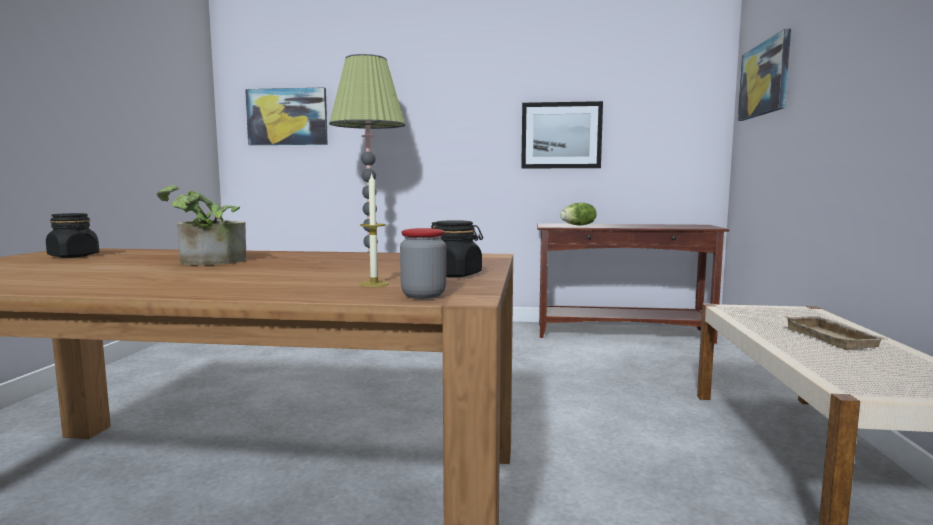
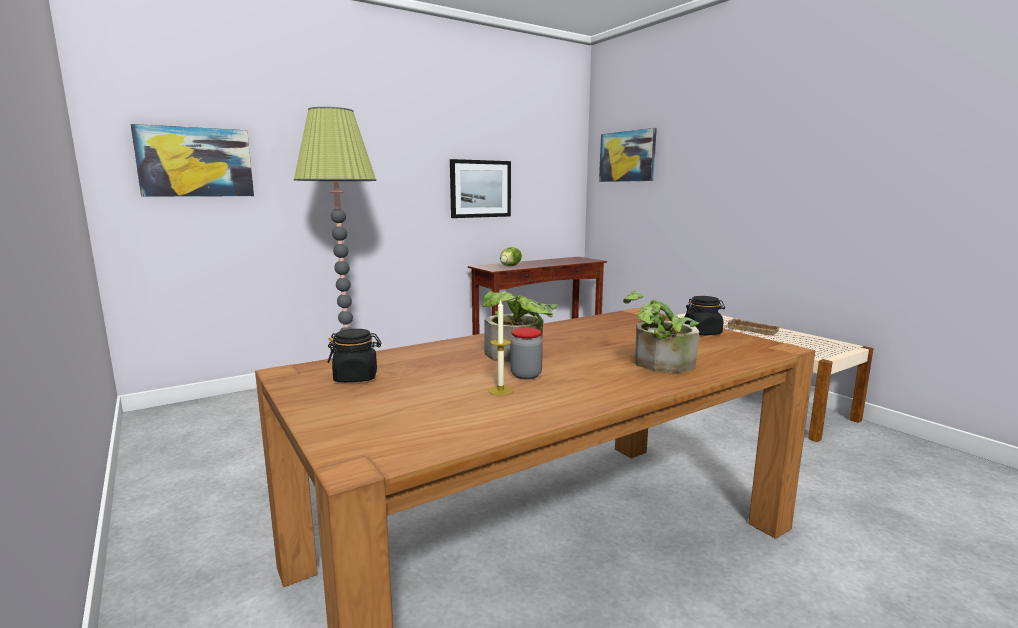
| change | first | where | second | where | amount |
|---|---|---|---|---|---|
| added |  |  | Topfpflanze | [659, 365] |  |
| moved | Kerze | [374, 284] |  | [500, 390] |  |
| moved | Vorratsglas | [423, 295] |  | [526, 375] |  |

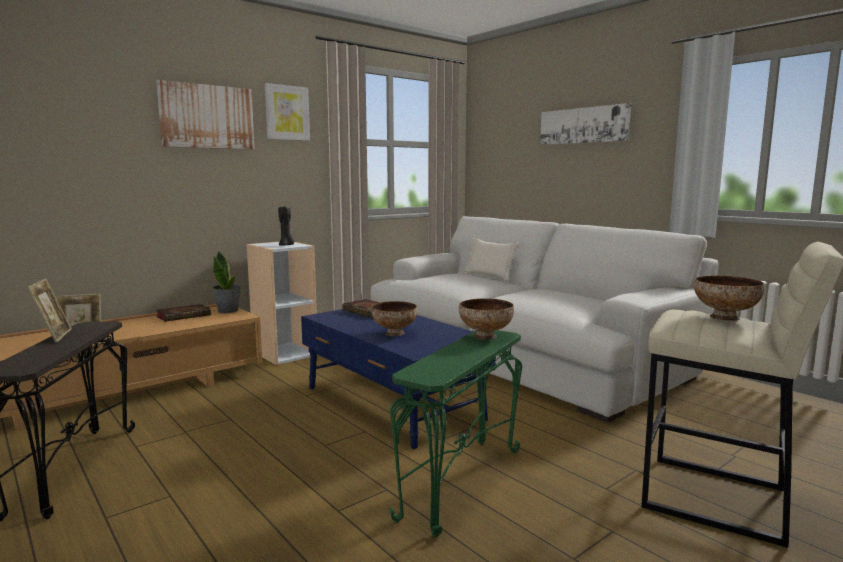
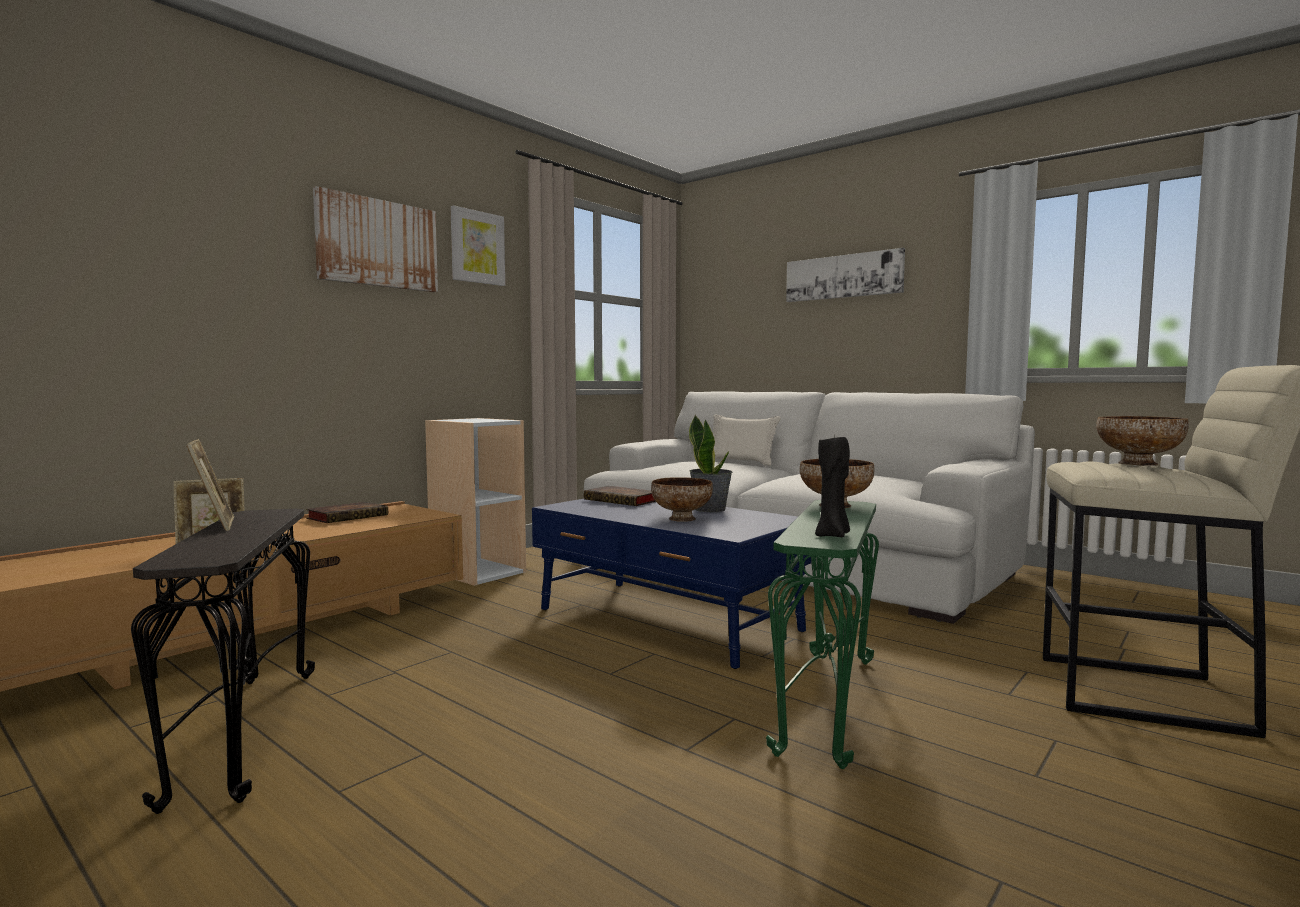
| change | first | where | second | where | amount |
|---|---|---|---|---|---|
| moved | Topfpflanze | [228, 310] |  | [710, 509] |  |
| moved | Kerze (schwarz) | [286, 245] |  | [833, 535] |  |

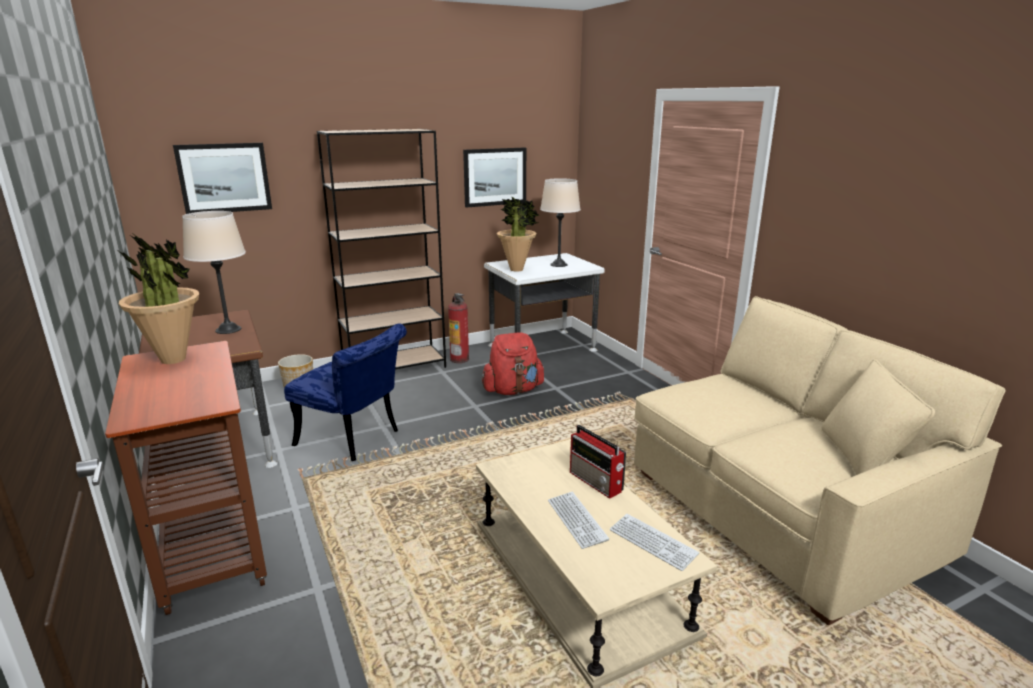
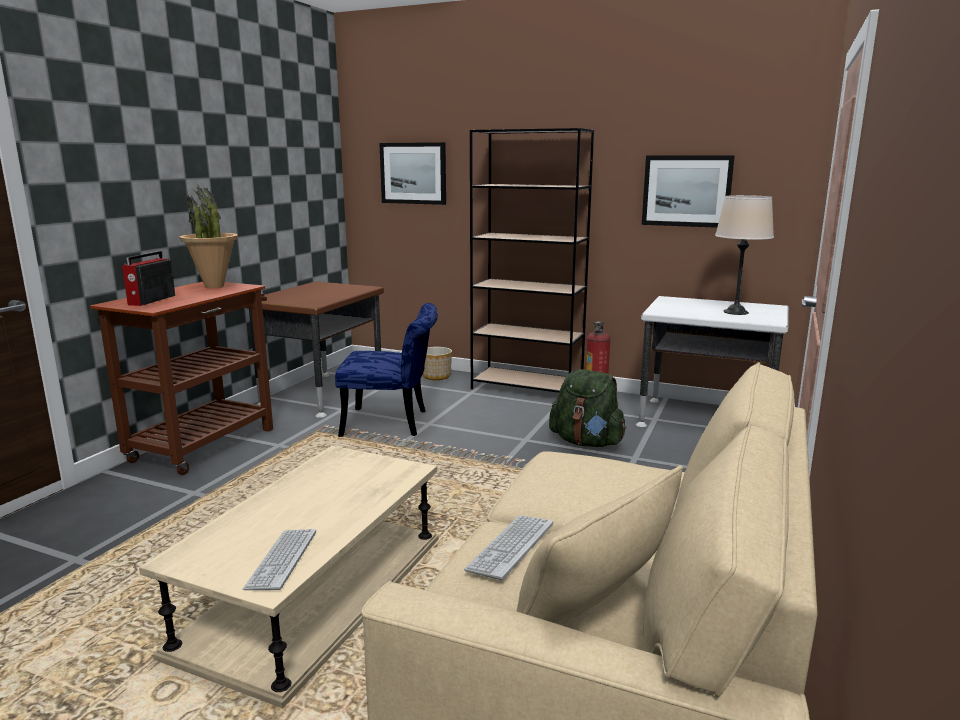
| change | first | where | second | where | amount |
|---|---|---|---|---|---|
| removed | Tischlampe (beige) | [228, 329] |  |  |  |
| removed | Topfpflanze | [516, 269] |  |  |  |
| moved | Tastatur | [576, 520] |  | [510, 547] |  |
| moved | Radio | [596, 482] |  | [151, 300] |  |
| recoloured | Rucksack (rot) | [513, 390] | Rucksack (grün) | [587, 442] |  |
| turned | Stuhl (blau) | [355, 439] |  | [393, 423] | 75 degrees counterclockwise |

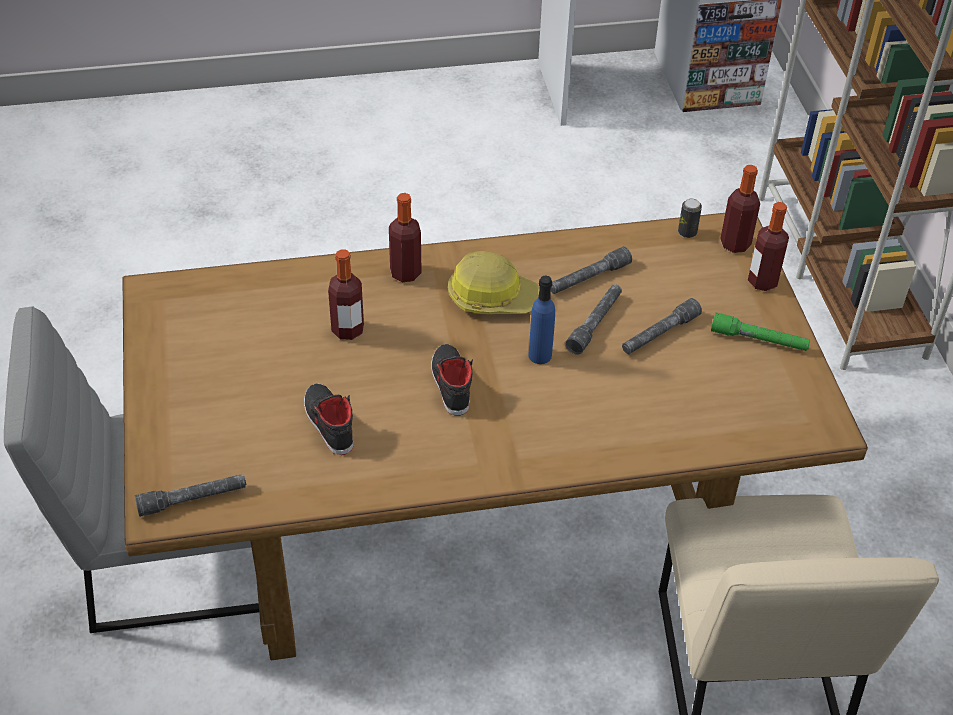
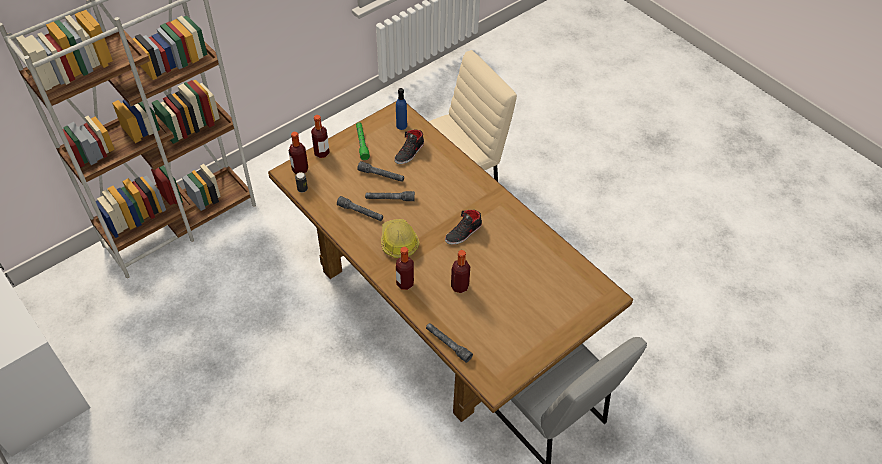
| change | first | where | second | where | amount |
|---|---|---|---|---|---|
| moved | Taschenlampe (grau) | [193, 499] |  | [448, 344] |  |
| moved | Schuh (schwarz) | [328, 423] |  | [409, 153] |  |
| moved | Flasche (blau) | [540, 355] |  | [401, 126] |  |

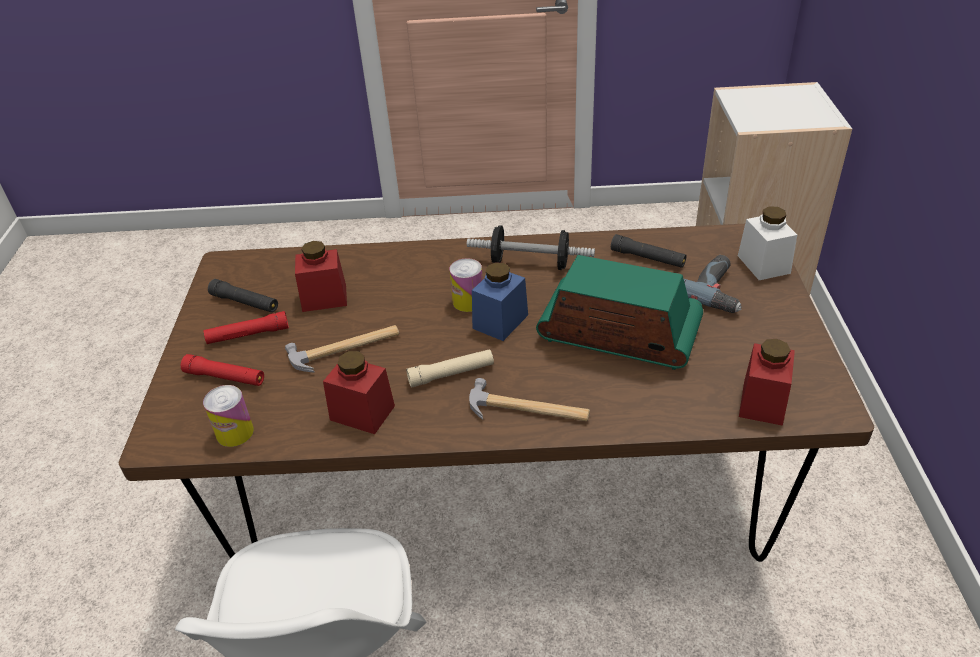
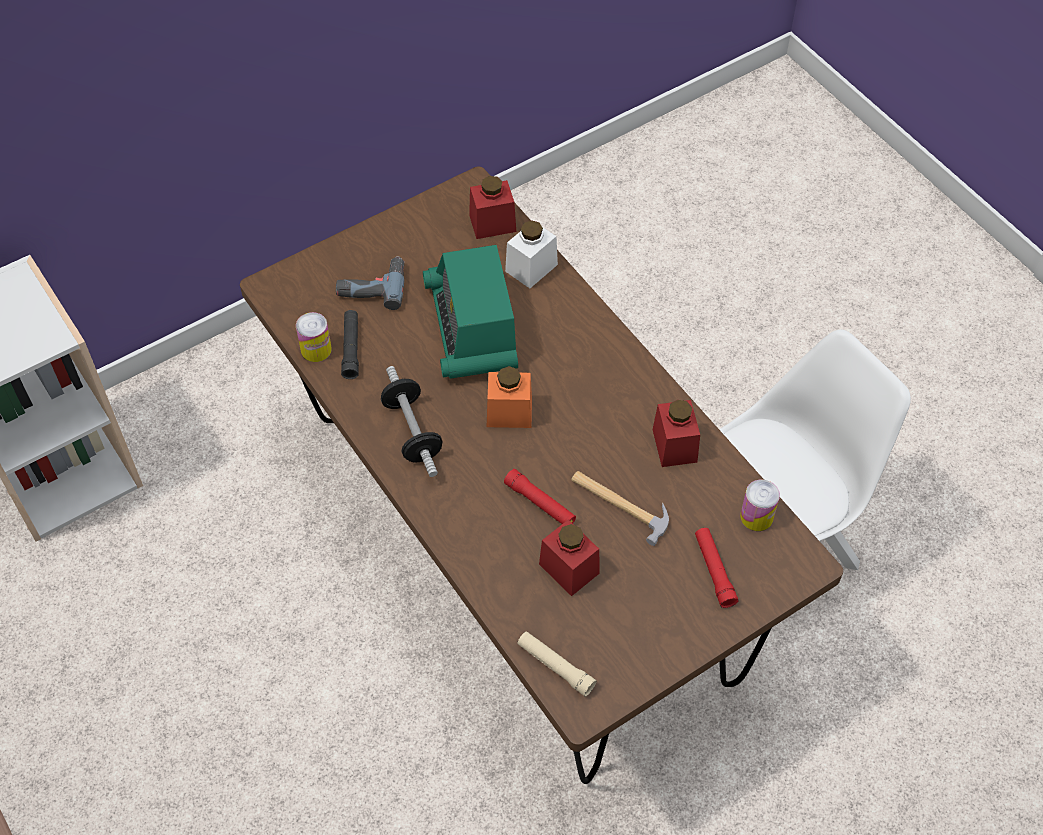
| change | first | where | second | where | amount |
|---|---|---|---|---|---|
| removed | Taschenlampe (schwarz) | [245, 303] |  |  |  |
| removed | Hammer | [527, 410] |  |  |  |
| moved | Taschenlampe (rot) | [248, 335] |  | [540, 503] |  |
| moved | Taschenlampe (beige) | [451, 374] |  | [555, 666] |  |
| moved | Dose | [468, 301] |  | [316, 349] |  |
| moved | Vorratsglas (weiß) | [763, 264] |  | [531, 268] |  |
| recoloured | Vorratsglas (blau) | [500, 321] | Vorratsglas (orange) | [509, 412] |  |

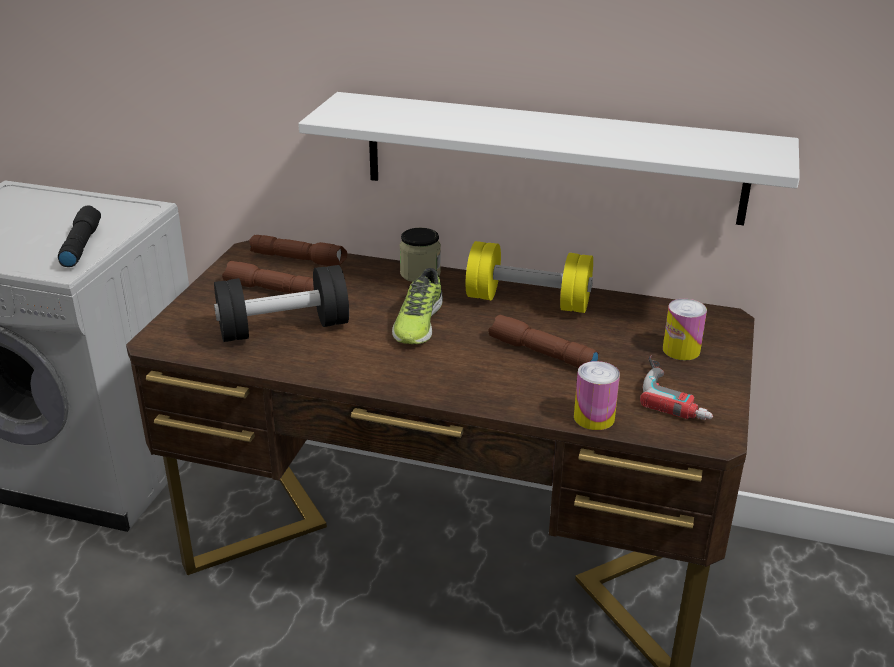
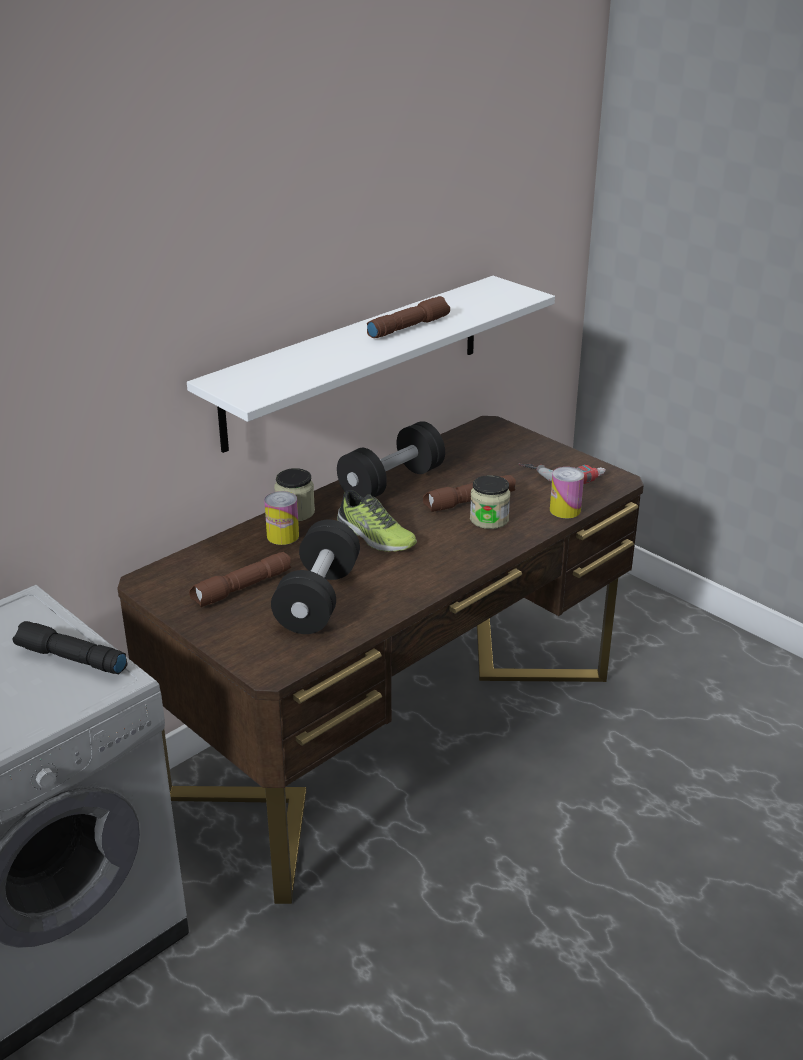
| change | first | where | second | where | amount |
|---|---|---|---|---|---|
| added |  |  | Vorratsglas | [489, 519] |  |
| moved | Taschenlampe (braun) | [299, 259] |  | [408, 327] |  |
| moved | Dose | [681, 350] |  | [283, 536] |  |
| recoloured | Hantel (gelb) | [528, 301] | Hantel (schwarz) | [391, 483] |  |

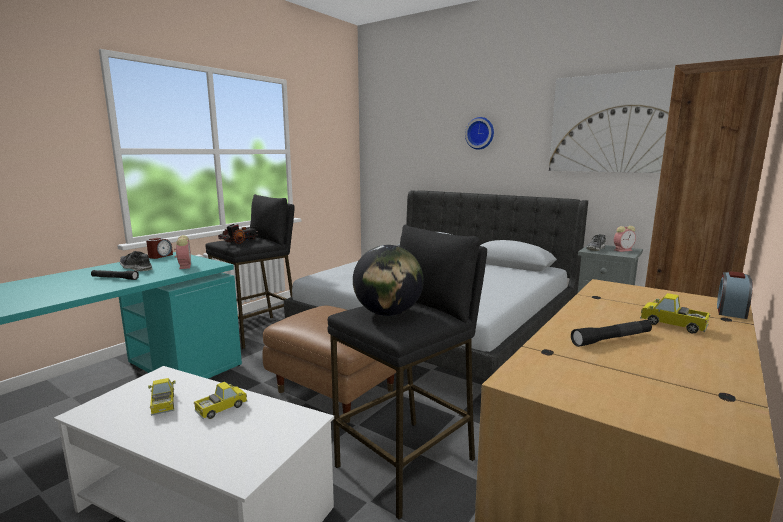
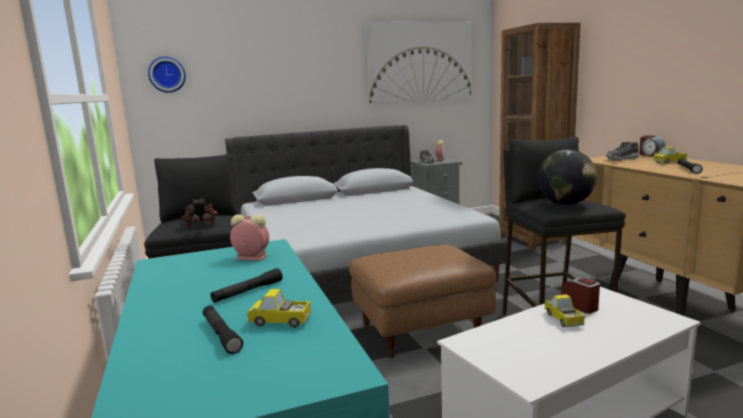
| change | first | where | second | where | amount |
|---|---|---|---|---|---|
| added |  |  | Taschenlampe (schwarz) | [221, 335] |  |
| moved | Schuh | [136, 268] |  | [622, 159] |  |
| moved | Wecker | [160, 256] |  | [580, 306] |  |
| moved | Spielzeuglaster | [163, 404] |  | [280, 321] |  |
| moved | Wanduhr | [480, 133] |  | [167, 74] |  |

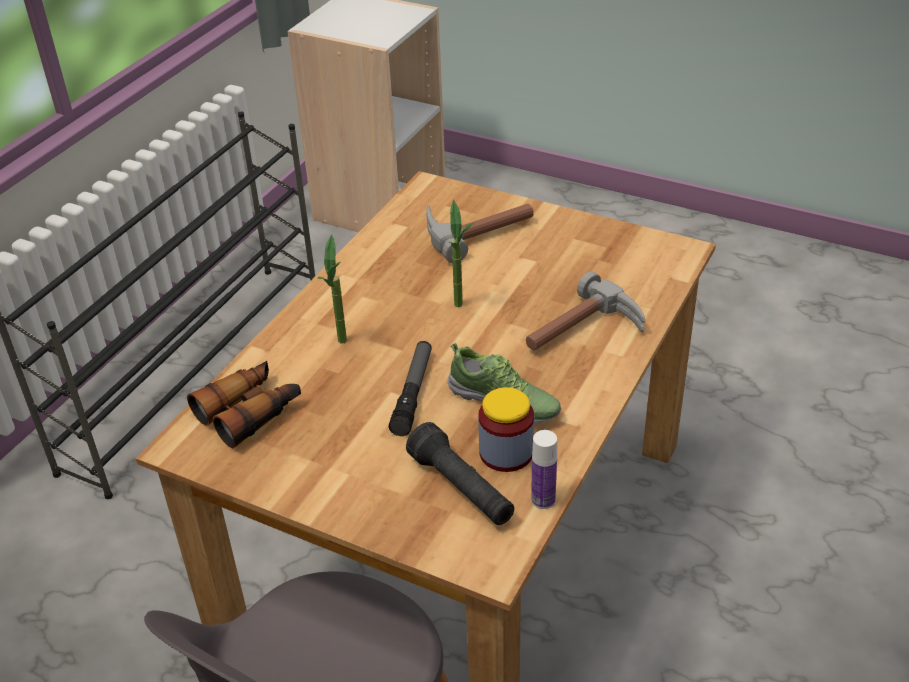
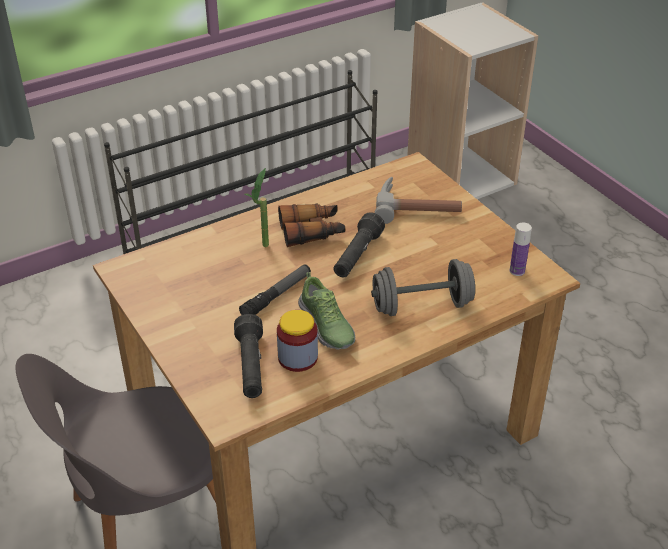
| change | first | where | second | where | amount |
|---|---|---|---|---|---|
| moved | Fernglas | [250, 411] |  | [312, 232] |  |
| moved | Flasche | [543, 500] |  | [517, 271] |  |
| replaced | Topfpflanze | [462, 309] | Taschenlampe (schwarz) | [357, 256] |  |
| replaced | Hammer | [584, 333] | Hantel (grau) | [422, 305] |  |

